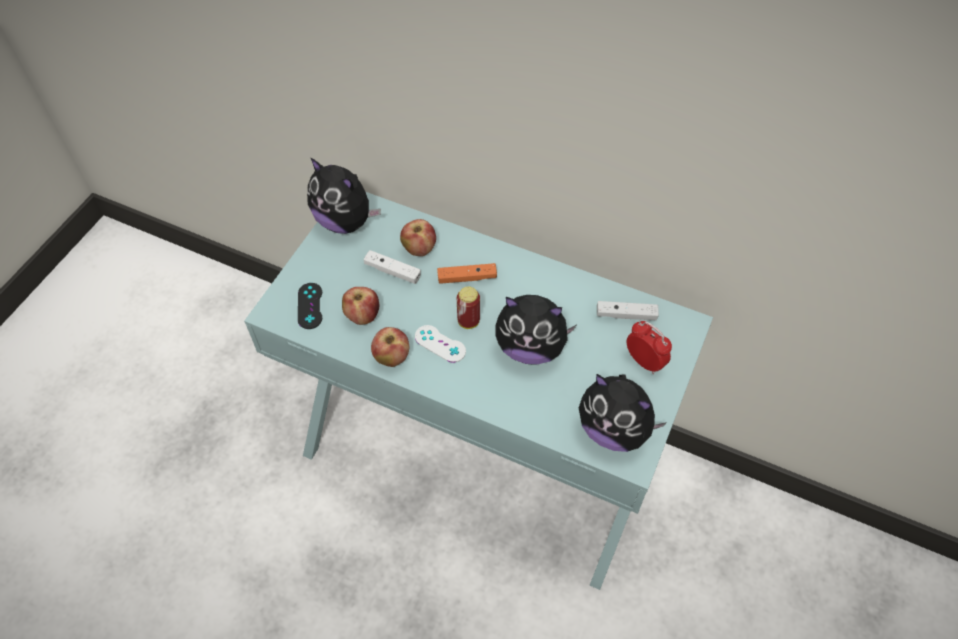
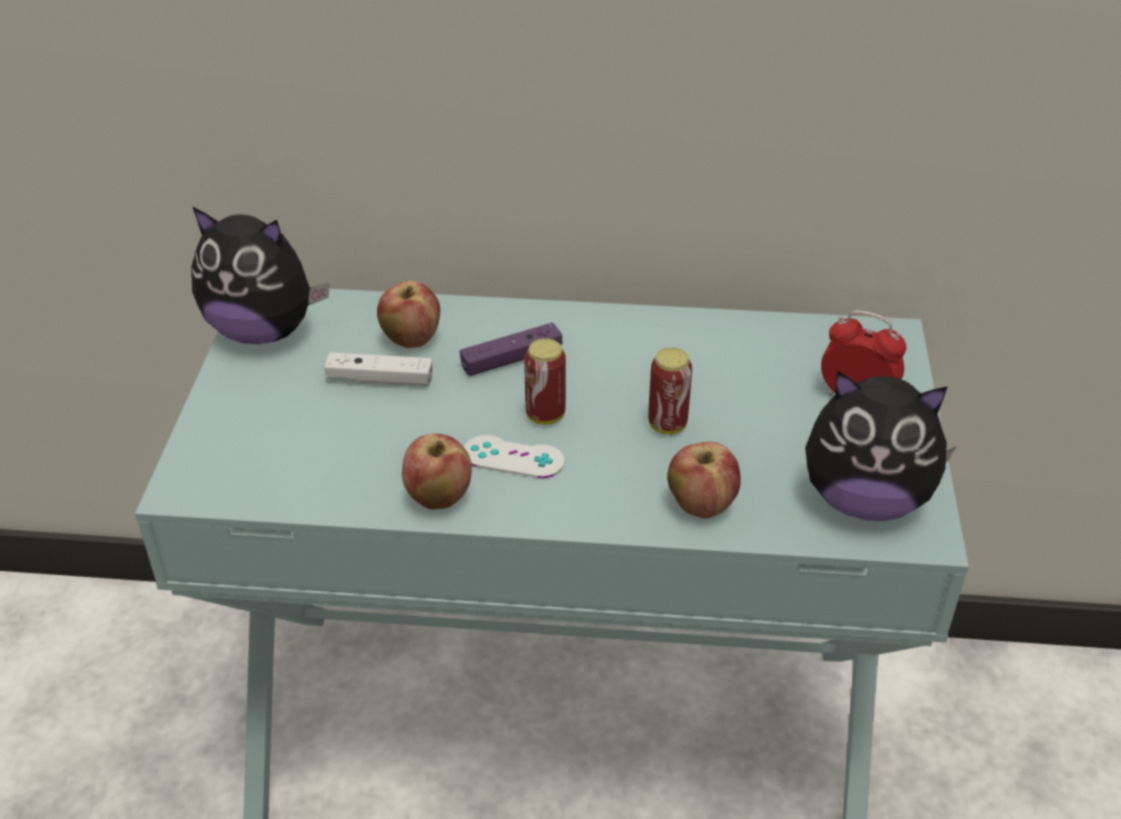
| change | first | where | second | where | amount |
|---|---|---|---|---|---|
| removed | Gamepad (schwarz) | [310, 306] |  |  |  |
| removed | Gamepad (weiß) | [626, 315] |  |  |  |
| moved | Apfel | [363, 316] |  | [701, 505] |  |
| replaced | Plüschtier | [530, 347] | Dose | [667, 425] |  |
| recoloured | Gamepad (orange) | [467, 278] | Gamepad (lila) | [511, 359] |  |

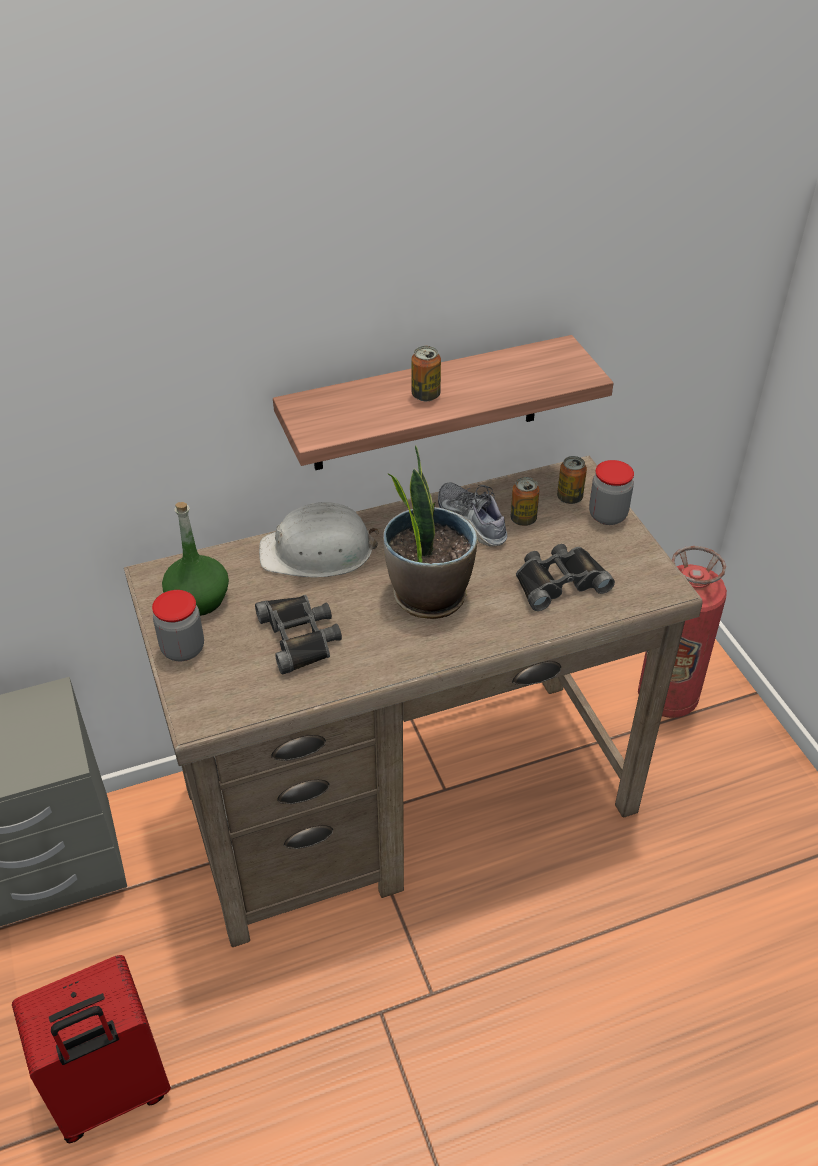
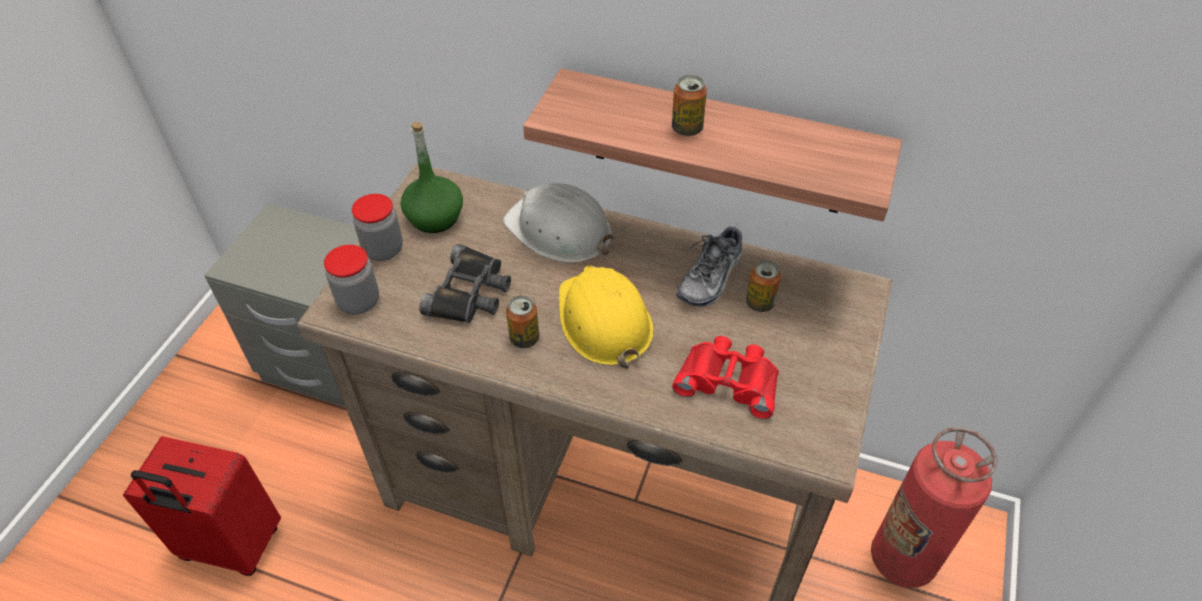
| change | first | where | second | where | amount |
|---|---|---|---|---|---|
| moved | Dose | [569, 498] |  | [524, 338] |  |
| moved | Vorratsglas | [607, 515] |  | [359, 302] |  |
| replaced | Topfpflanze | [428, 595] | Schutzhelm (gelb) | [603, 321] |  |
| recoloured | Fernglas (schwarz) | [559, 581] | Fernglas (rot) | [729, 380] |  |
| turned | Schuh | [471, 521] |  | [710, 278] | 150 degrees counterclockwise |

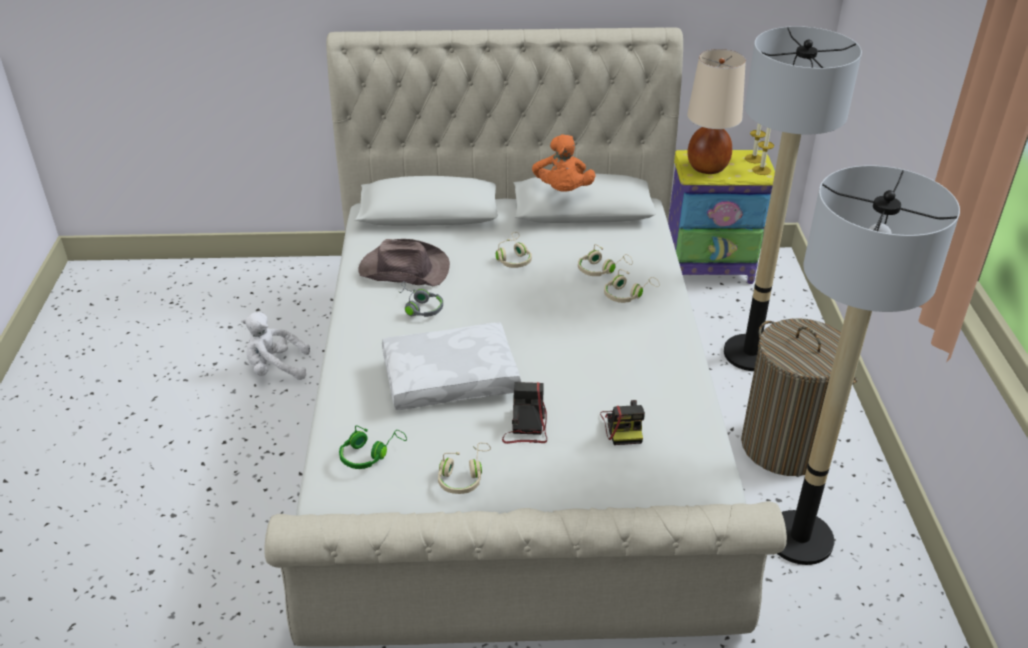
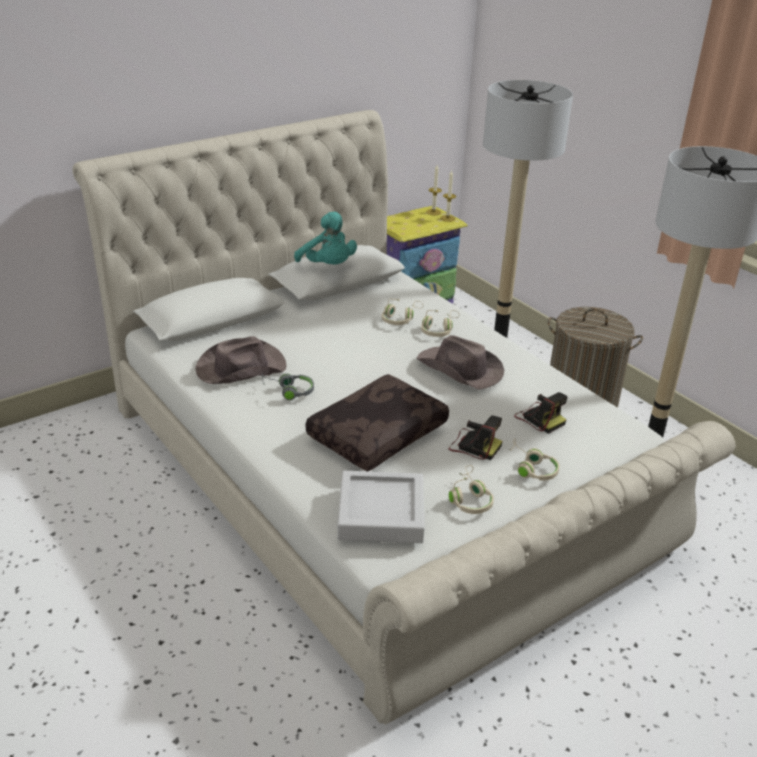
| change | first | where | second | where | amount |
|---|---|---|---|---|---|
| removed | Plüschtier (weiß) | [276, 368] |  |  |  |
| removed | Tischlampe (beige) | [707, 168] |  |  |  |
| added |  |  | Hut (braun) | [460, 369] |  |
| moved | Kopfhörer (beige) | [513, 258] |  | [531, 468] |  |
| replaced | Kopfhörer (grün) | [370, 453] | Tablett (grau) | [381, 513] |  |
| recoloured | Kissen (weiß) | [451, 377] | Kissen (braun) | [376, 432] |  |
| recoloured | Plüschtier (orange) | [562, 191] | Plüschtier (türkis) | [328, 266] |  |
| turned | Kamera | [526, 427] |  | [473, 446] | 150 degrees clockwise |

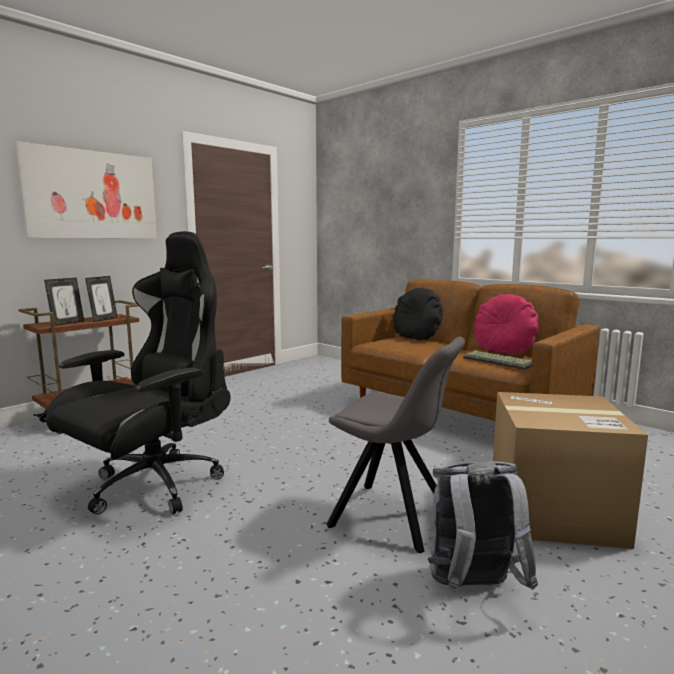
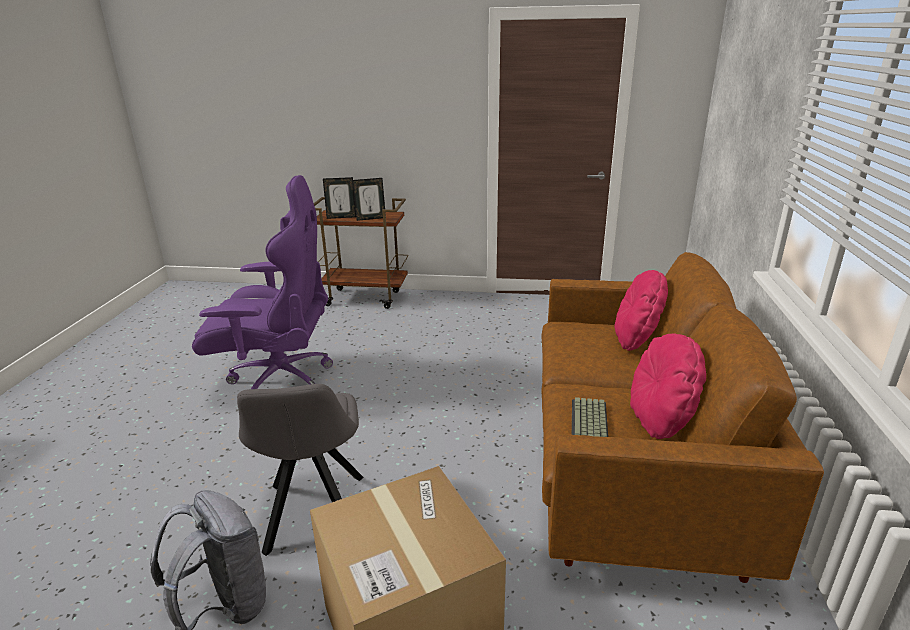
| change | first | where | second | where | amount |
|---|---|---|---|---|---|
| removed | Bild | [92, 195] |  |  |  |
| recoloured | Bürostuhl (schwarz) | [148, 489] | Bürostuhl (lila) | [275, 382] |  |
| recoloured | Kissen (schwarz) | [417, 338] | Kissen (rosa) | [636, 342] |  |

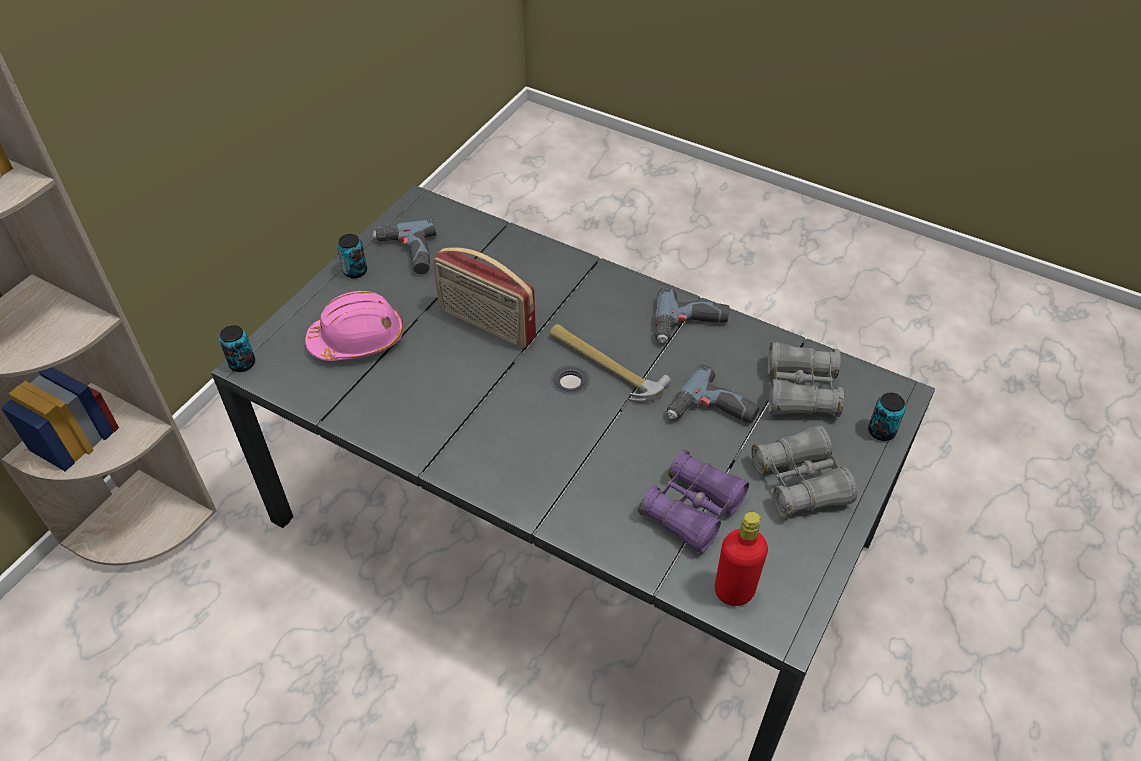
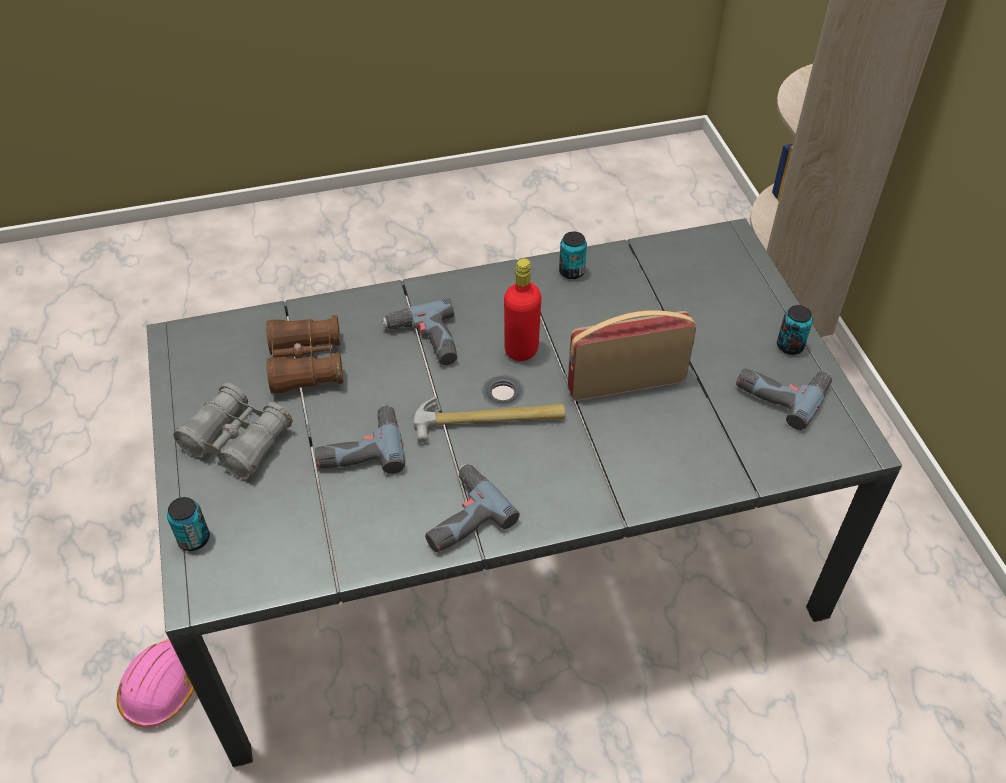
| change | first | where | second | where | amount |
|---|---|---|---|---|---|
| removed | Fernglas (grau) | [800, 391] |  |  |  |
| added |  |  | Bohrmaschine | [424, 341] |  |
| moved | Dose | [242, 363] |  | [571, 272] |  |
| moved | Schutzhelm (rosa) | [358, 339] |  | [163, 687] |  |
| moved | Flasche (rot) | [734, 591] |  | [521, 350] |  |
| recoloured | Fernglas (lila) | [692, 510] | Fernglas (braun) | [306, 364] |  |

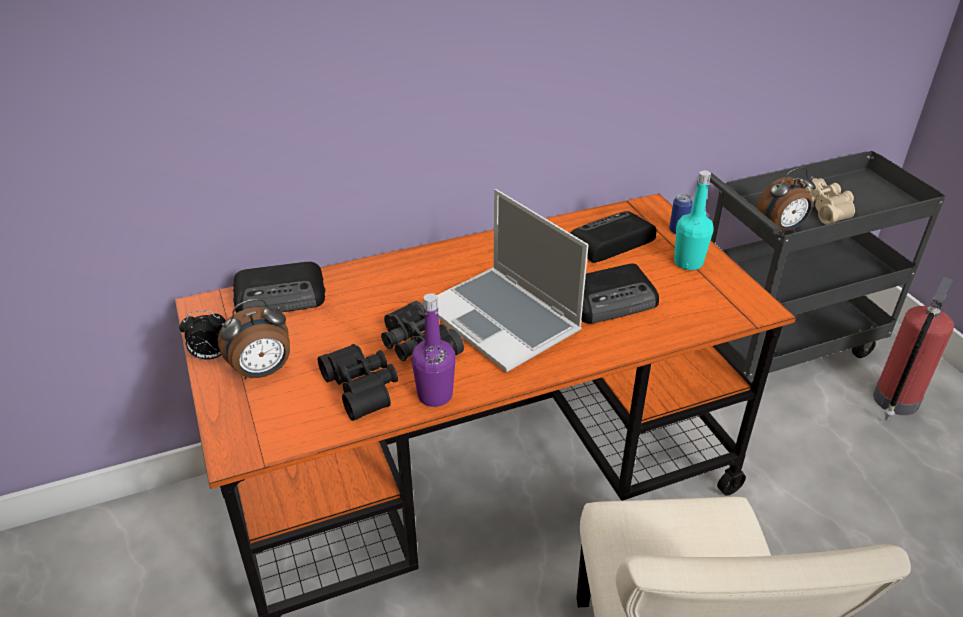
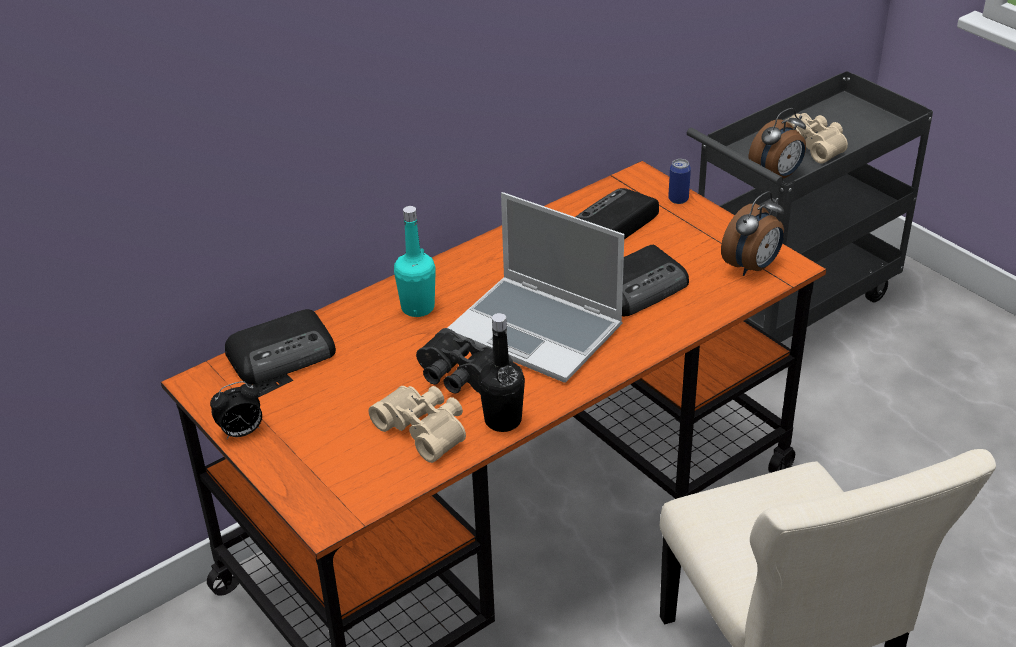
| change | first | where | second | where | amount |
|---|---|---|---|---|---|
| removed | Feuerlöscher | [895, 401] |  |  |  |
| moved | Wecker | [262, 372] |  | [752, 267] |  |
| moved | Flasche (türkis) | [688, 262] |  | [418, 307] |  |
| recoloured | Fernglas (schwarz) | [363, 387] | Fernglas (beige) | [425, 429] |  |
| recoloured | Flasche (lila) | [435, 395] | Flasche (schwarz) | [503, 420] |  |

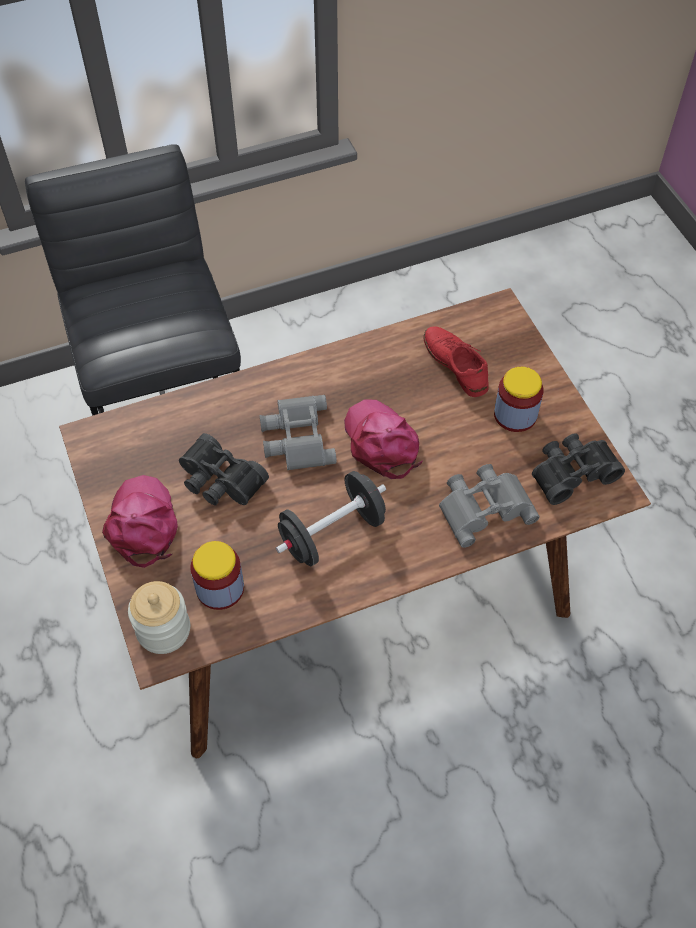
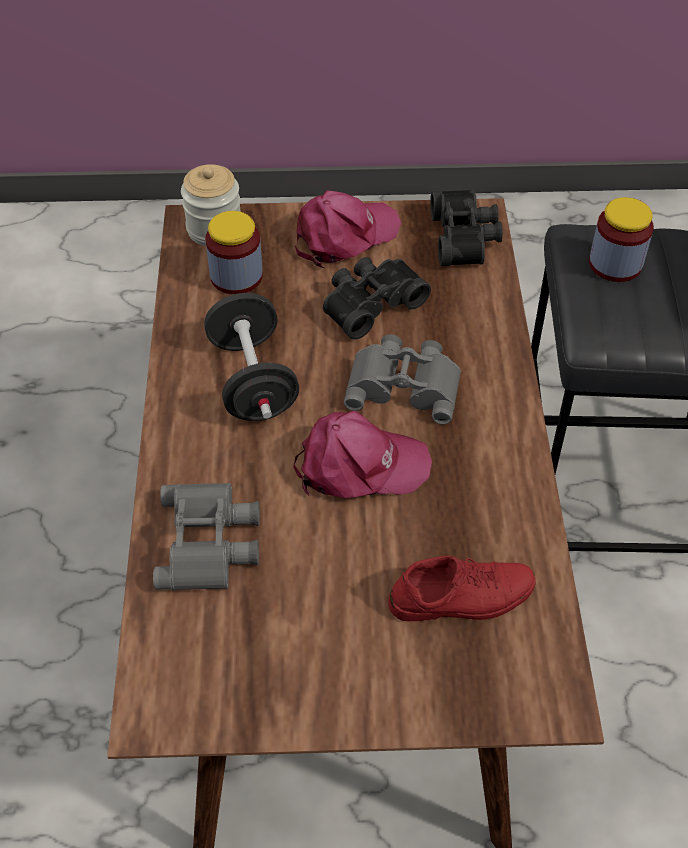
| change | first | where | second | where | amount |
|---|---|---|---|---|---|
| moved | Vorratsglas | [515, 415] |  | [615, 264] |  |
| moved | Fernglas (schwarz) | [571, 472] |  | [465, 238] |  |
| turned | Kappe (rosa) | [142, 524] |  | [344, 236] | 45 degrees counterclockwise |

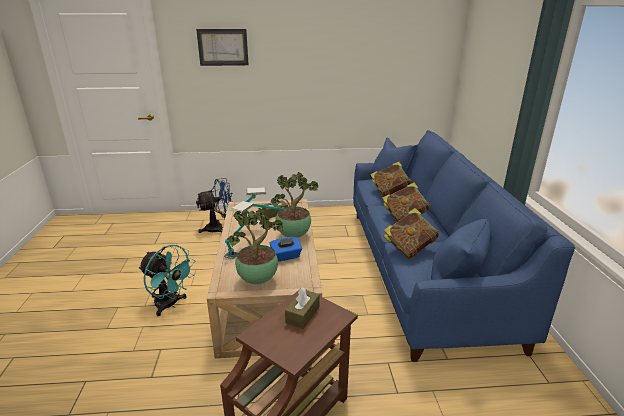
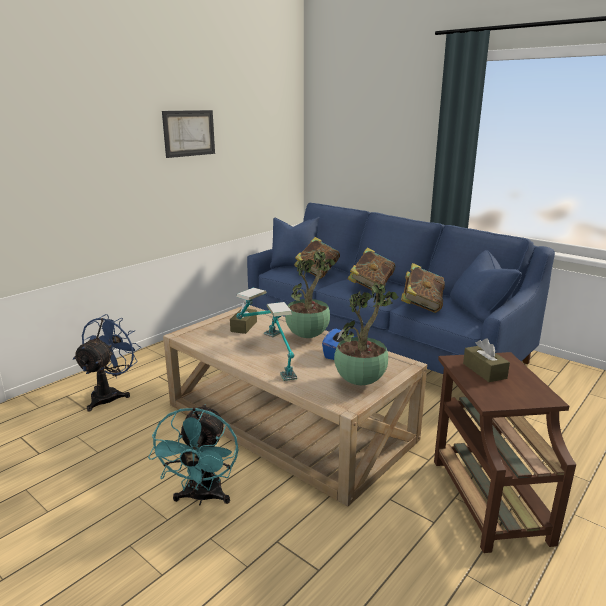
| change | first | where | second | where | amount |
|---|---|---|---|---|---|
| moved | Bild | [223, 47] |  | [189, 133] |  |
| turned | Ventilator (türkis) | [170, 305] |  | [202, 497] | 105 degrees clockwise |

